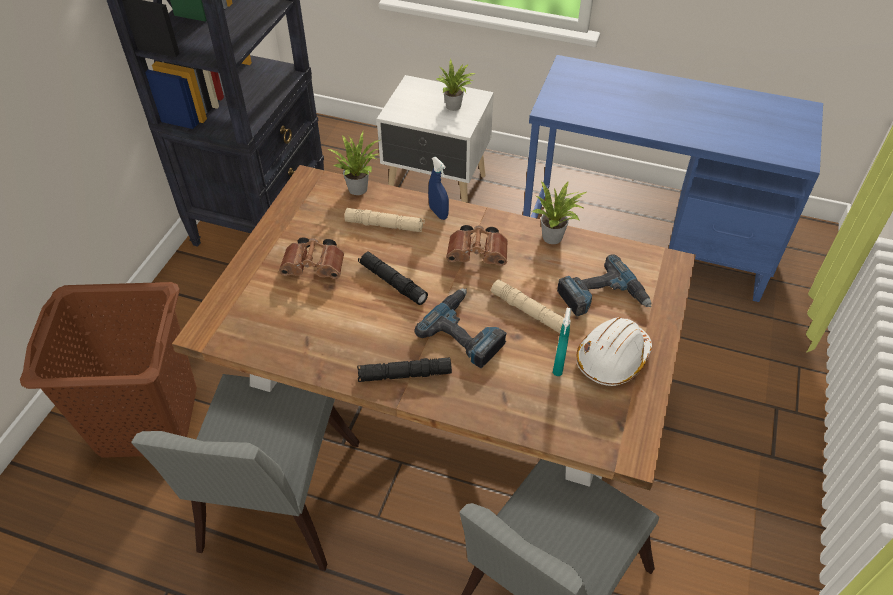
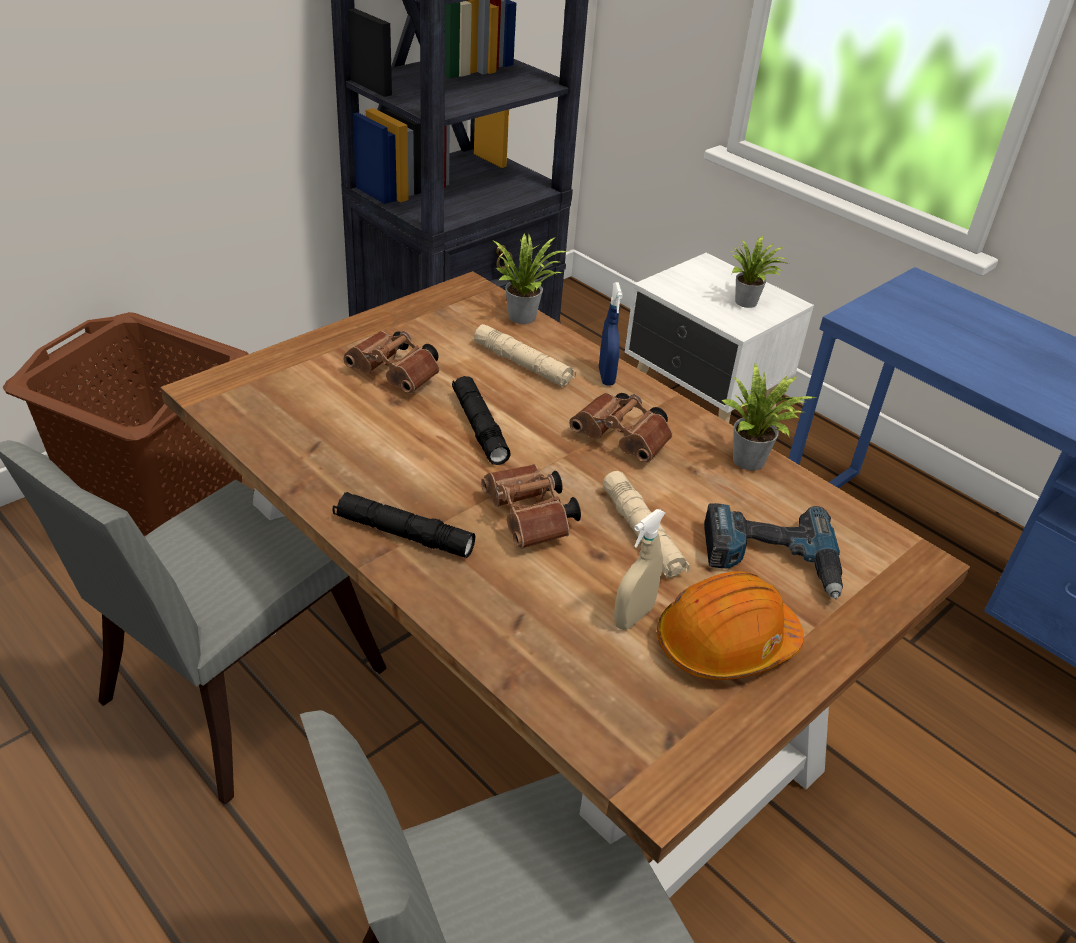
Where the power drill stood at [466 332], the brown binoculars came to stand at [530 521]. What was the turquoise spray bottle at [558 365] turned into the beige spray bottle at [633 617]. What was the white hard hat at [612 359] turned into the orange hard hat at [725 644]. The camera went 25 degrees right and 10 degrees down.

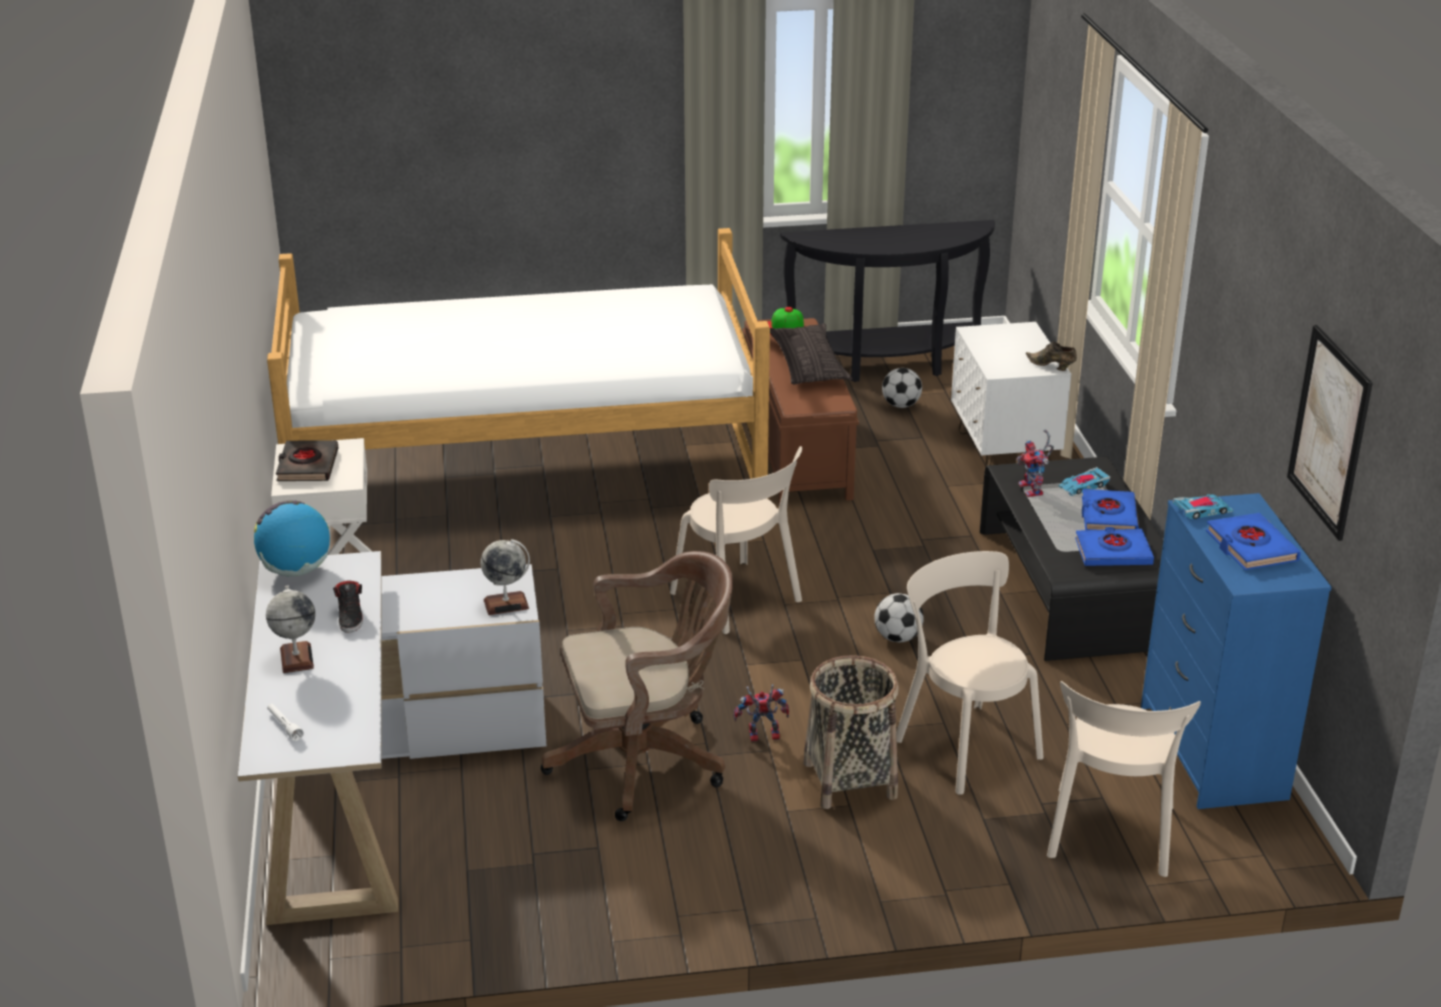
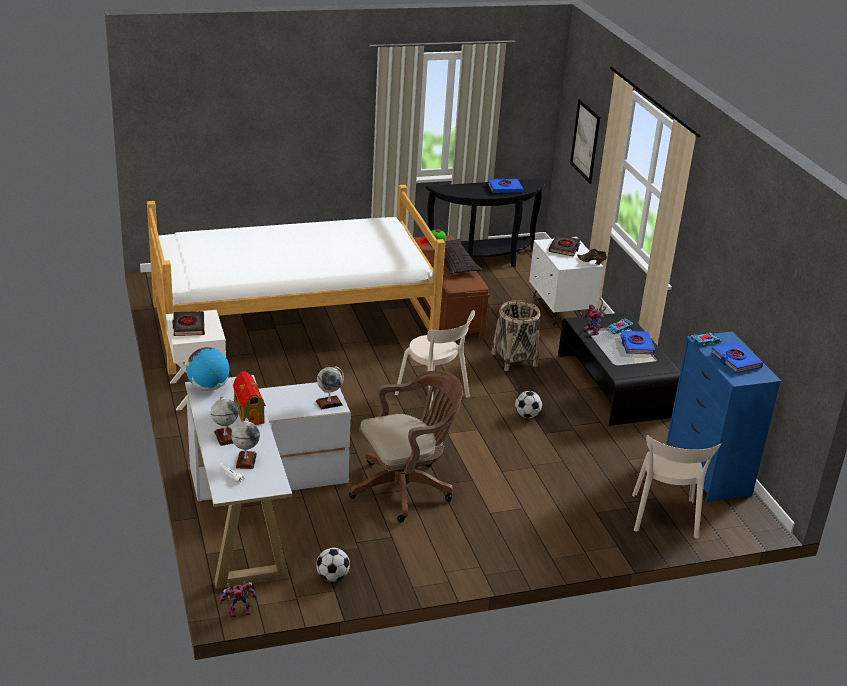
The second view lost the beige chair at [964 745]. The second view gained the globe at [246 460]. The second view gained the black book at [564 248]. The toy robot ended up elsewhere, having gone from [761 737] to [238 613]. The basket ended up elsewhere, having gone from [849 780] to [514 359]. The football ended up elsewhere, having gone from [901 405] to [332 577]. The blue book ended up elsewhere, having gone from [1113 553] to [505 188]. The picture ended up elsewhere, having gone from [1329 432] to [585 141]. Where the black shoe stood at [351 617], the toy house came to stand at [249 413]. The camera went 10 degrees left and 0 degrees up.

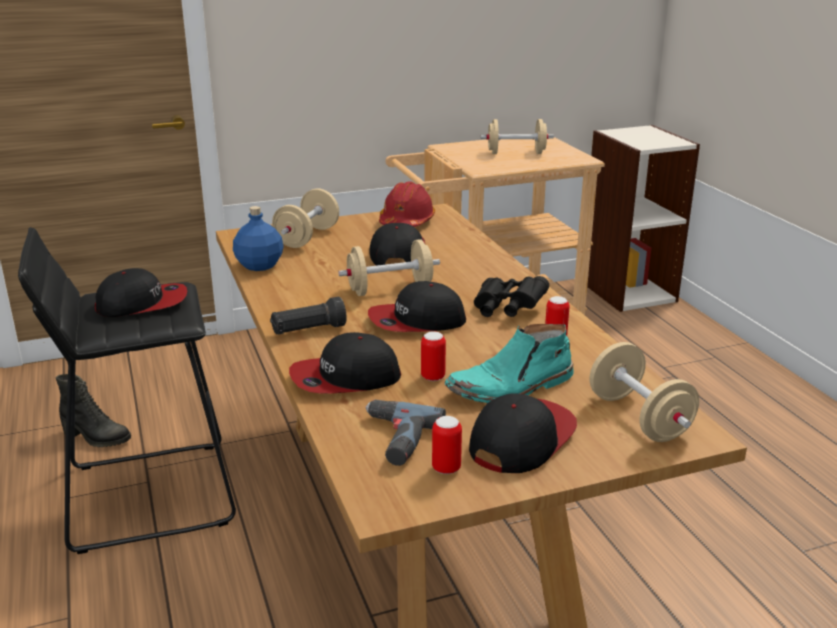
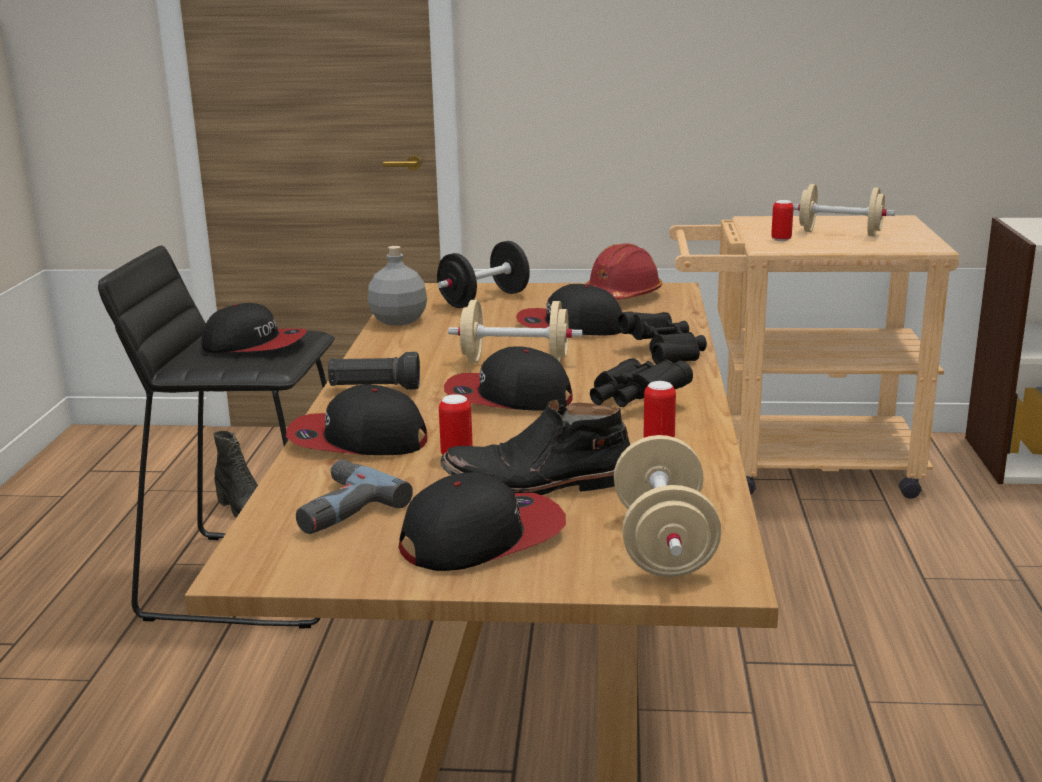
The second view gained the black binoculars at [665 354]. The can ended up elsewhere, having gone from [446 468] to [781 239]. What was the blue bottle at [258 265] turned into the grey bottle at [398 320]. What was the beige dumbbell at [307 237] turned into the black dumbbell at [484 299]. What was the turquoise boot at [511 387] turned into the black boot at [538 482]. The cap at [397 253] ended up facing another way, 105 degrees counterclockwise from before. The camera went 25 degrees right and 5 degrees down.

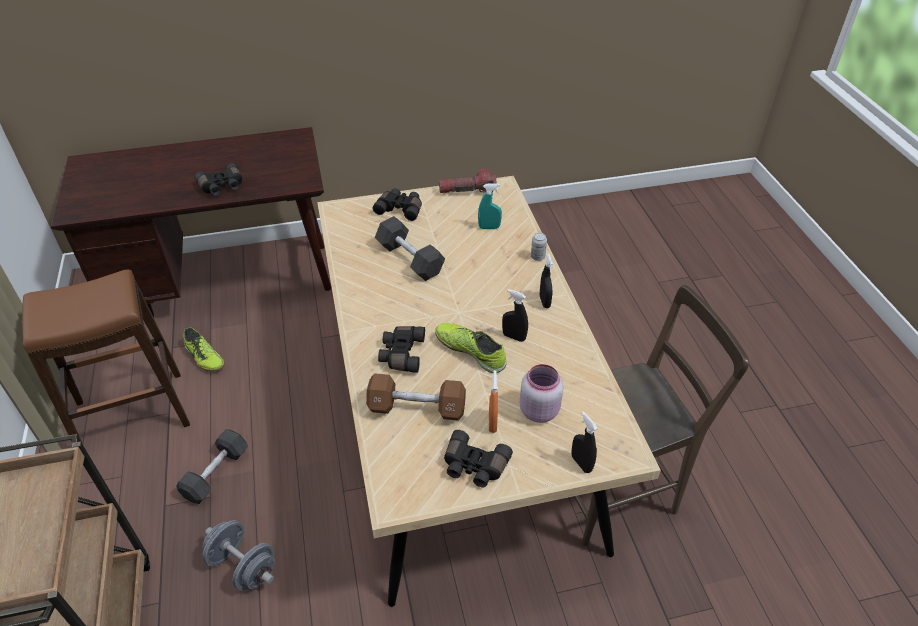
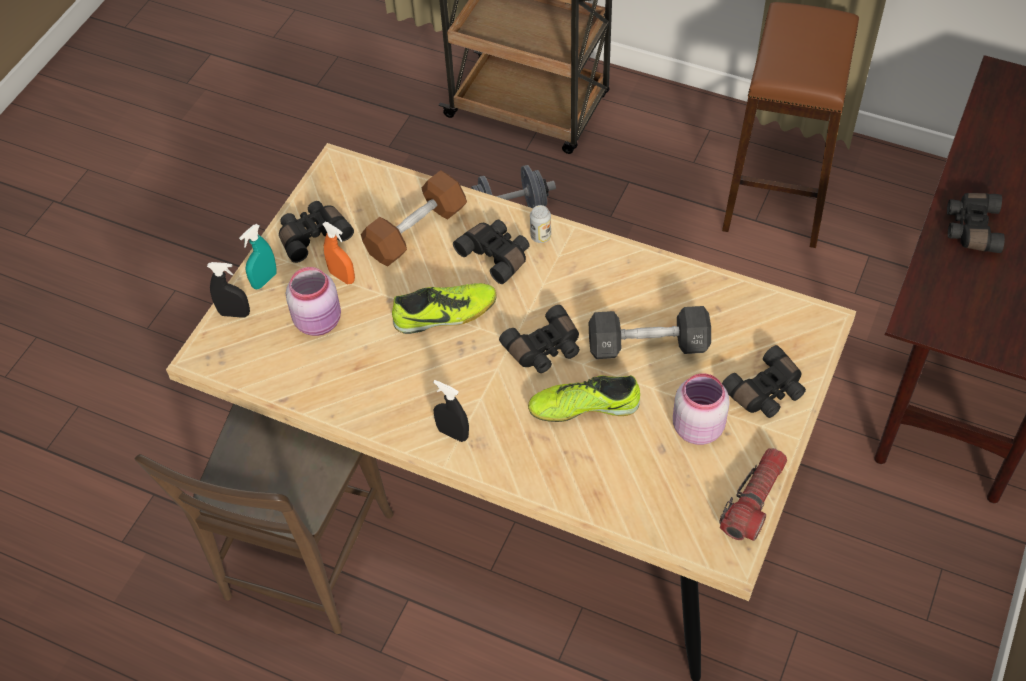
The second view lost the black dumbbell at [216 473]. The second view lost the black spray bottle at [514 337]. The second view gained the black binoculars at [545 349]. The second view gained the pink jar at [697 426]. The shoe ended up elsewhere, having gone from [204 357] to [584 407]. The turquoise spray bottle ended up elsewhere, having gone from [489 227] to [264 280]. The can ended up elsewhere, having gone from [537 257] to [540 236]. The camera went 130 degrees right and 10 degrees up.

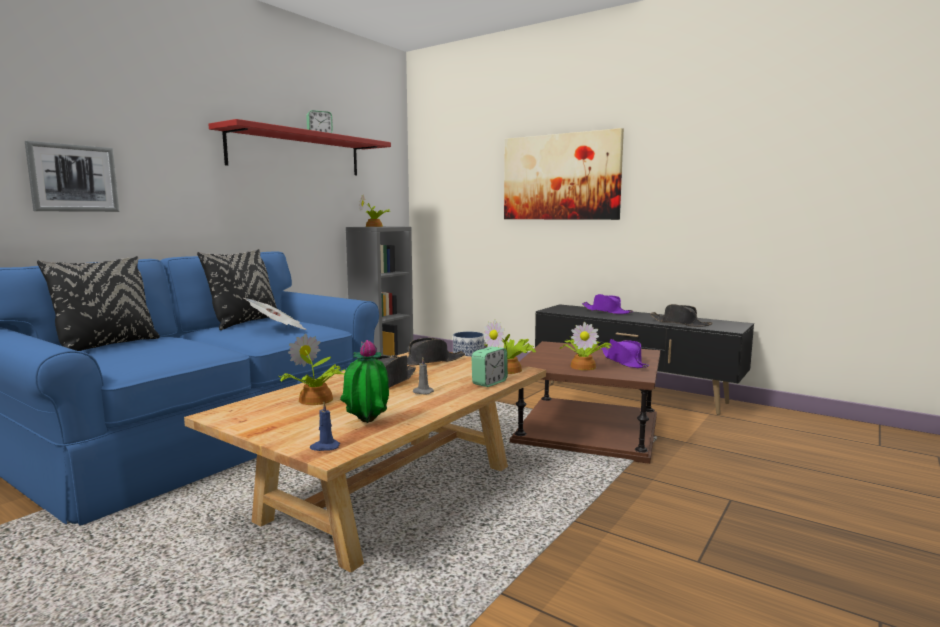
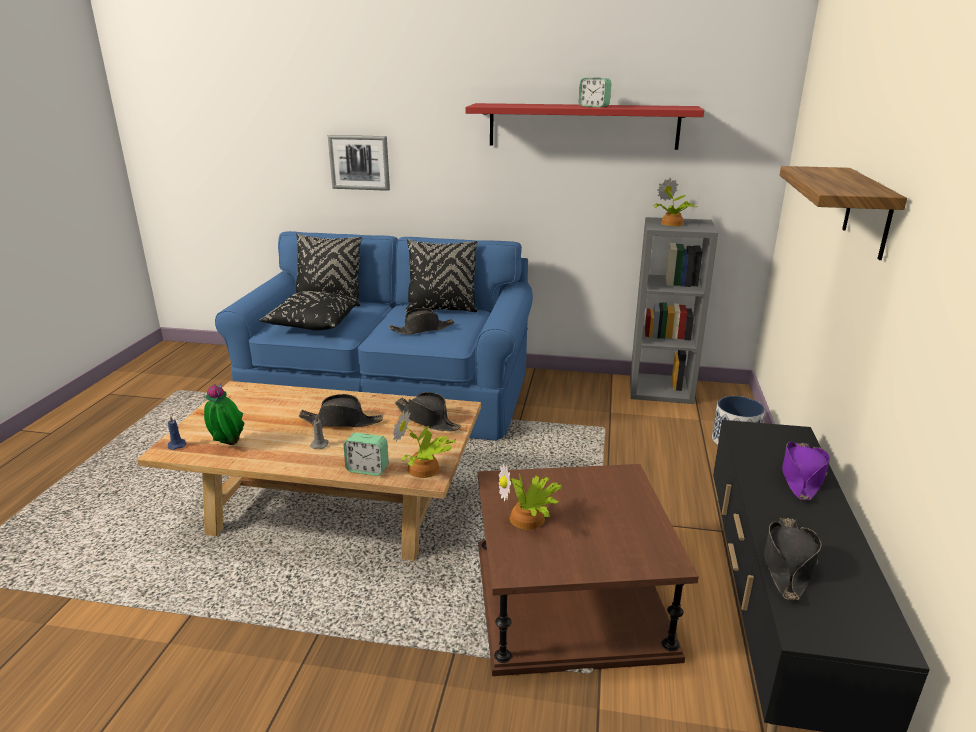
The second view lost the potted plant at [315 400]. The second view lost the purple hat at [624 361]. The second view gained the black pillow at [313 324]. Where the newspaper stood at [278 330], the black hat came to stand at [422 329]. Where the picture hung at [560 177], the shelf came to hang at [868 212]. The camera went 65 degrees right and 15 degrees up.

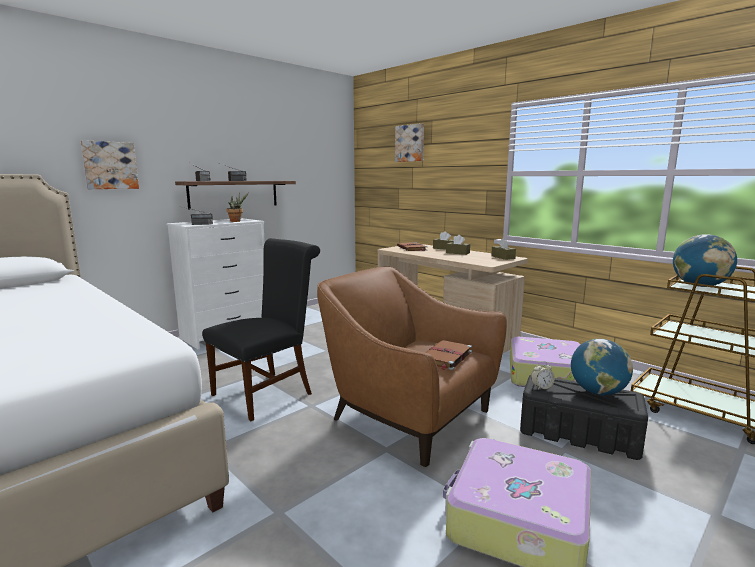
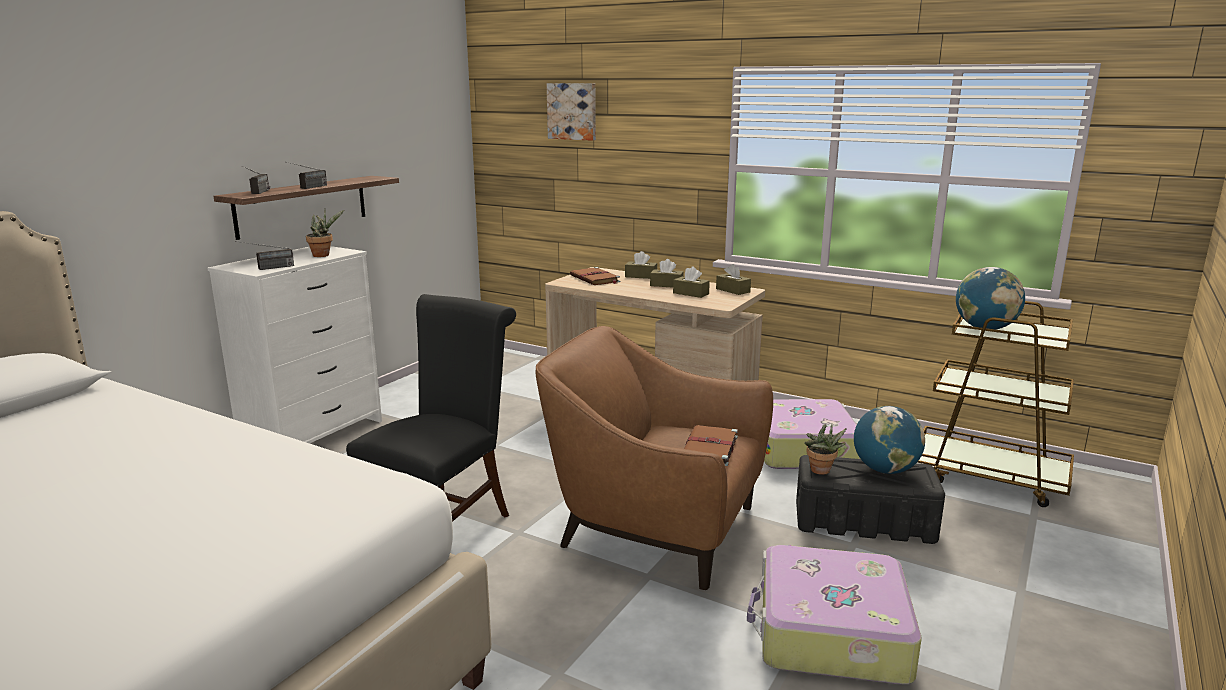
The second view lost the picture at [110 165]. The second view gained the brown tissue box at [691 293]. Where the alarm clock stood at [541 387], the potted plant came to stand at [821 472]. The camera went 15 degrees left and 5 degrees up.

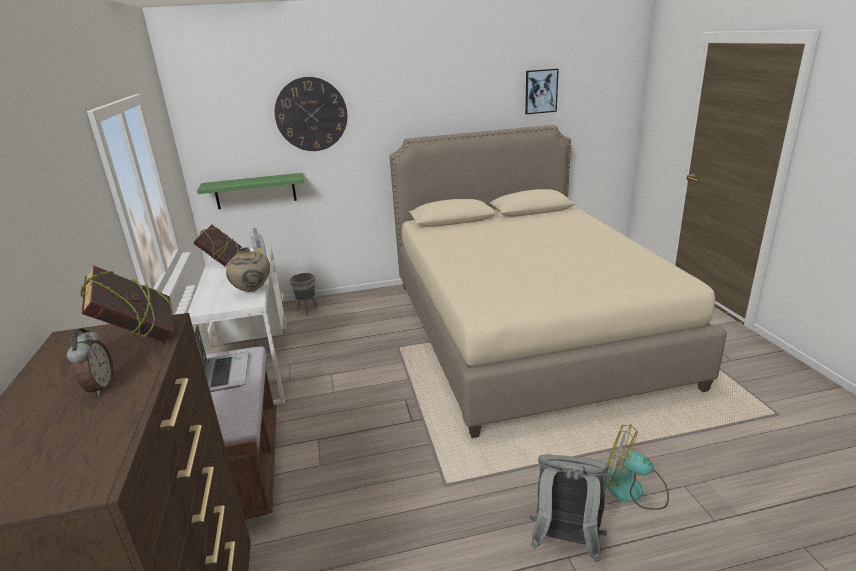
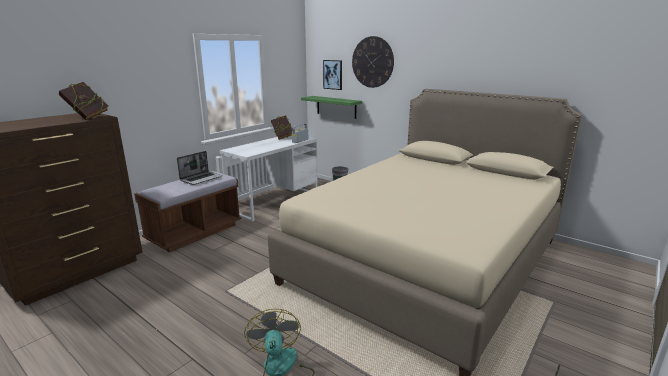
The second view lost the alarm clock at [100 387]. The second view lost the beige vase at [252 291]. The second view lost the grey backpack at [565 542]. The picture ended up elsewhere, having gone from [541 91] to [333 74]. The camera went 50 degrees right and 5 degrees down.

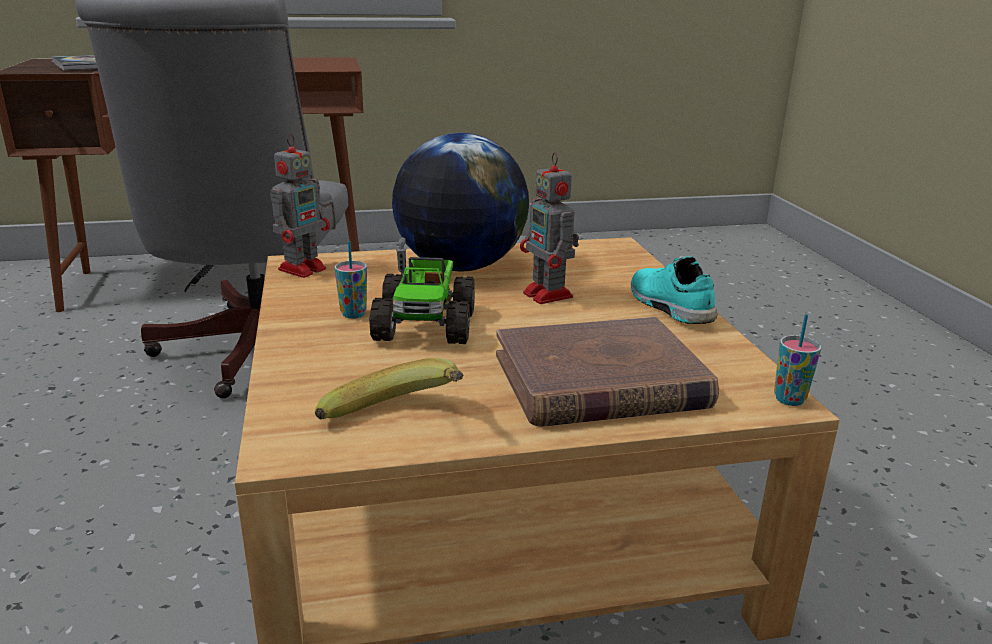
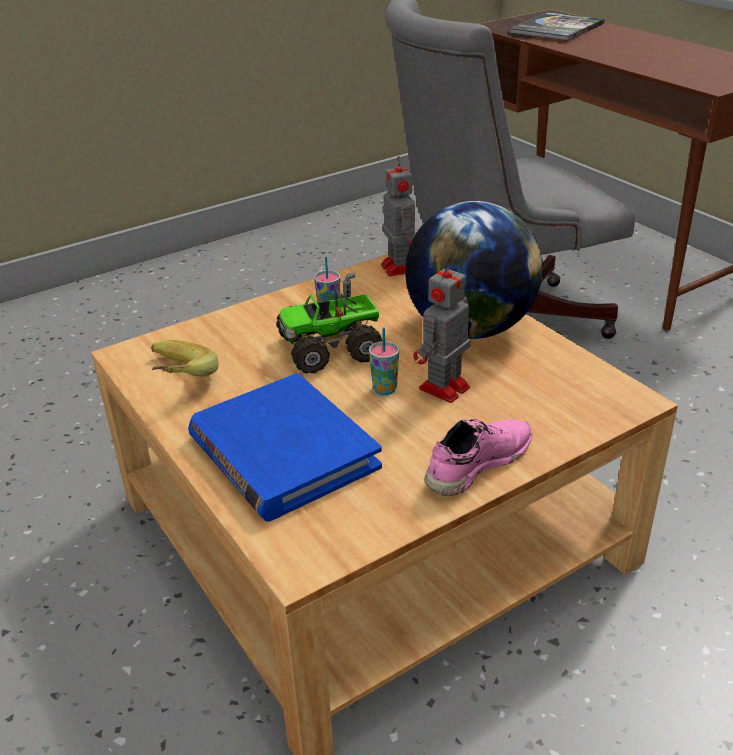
The cup ended up elsewhere, having gone from [789 399] to [384 389]. What was the brown book at [600 381] turned into the blue book at [282 452]. What was the turquoise shoe at [668 306] turned into the pink shoe at [477 463]. The toy robot at [304 268] ended up facing another way, 120 degrees counterclockwise from before. The camera went 70 degrees right and 10 degrees up.

